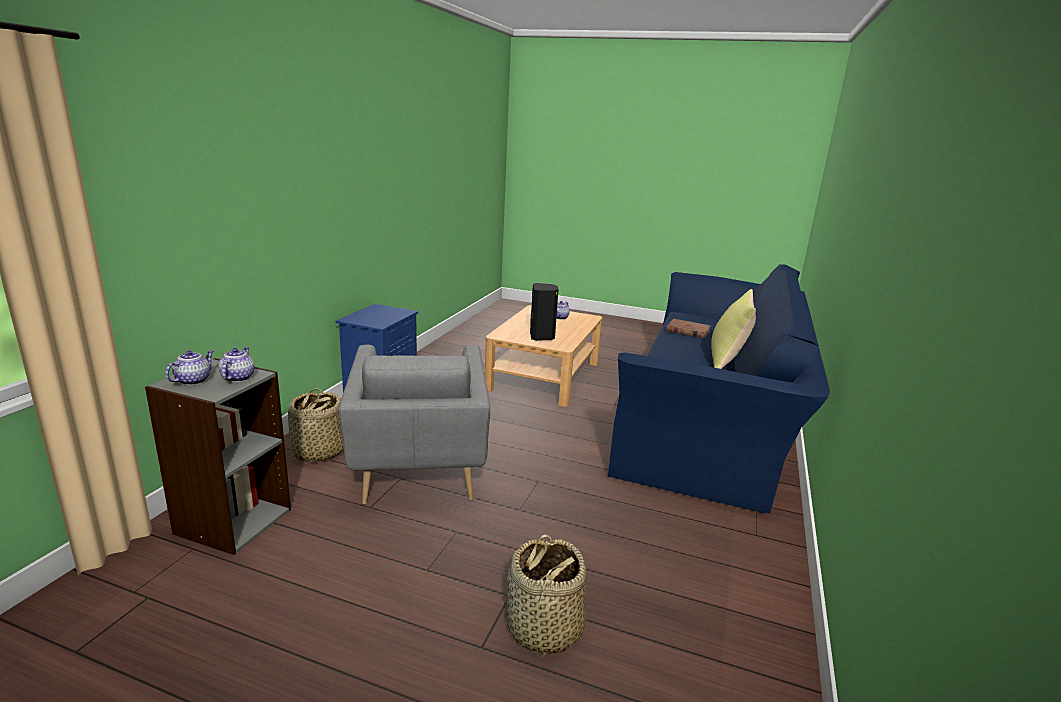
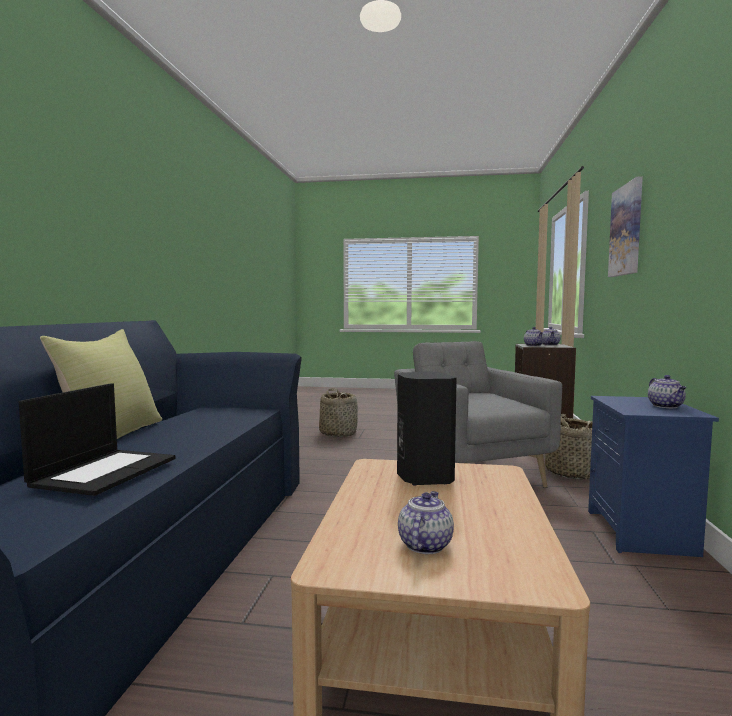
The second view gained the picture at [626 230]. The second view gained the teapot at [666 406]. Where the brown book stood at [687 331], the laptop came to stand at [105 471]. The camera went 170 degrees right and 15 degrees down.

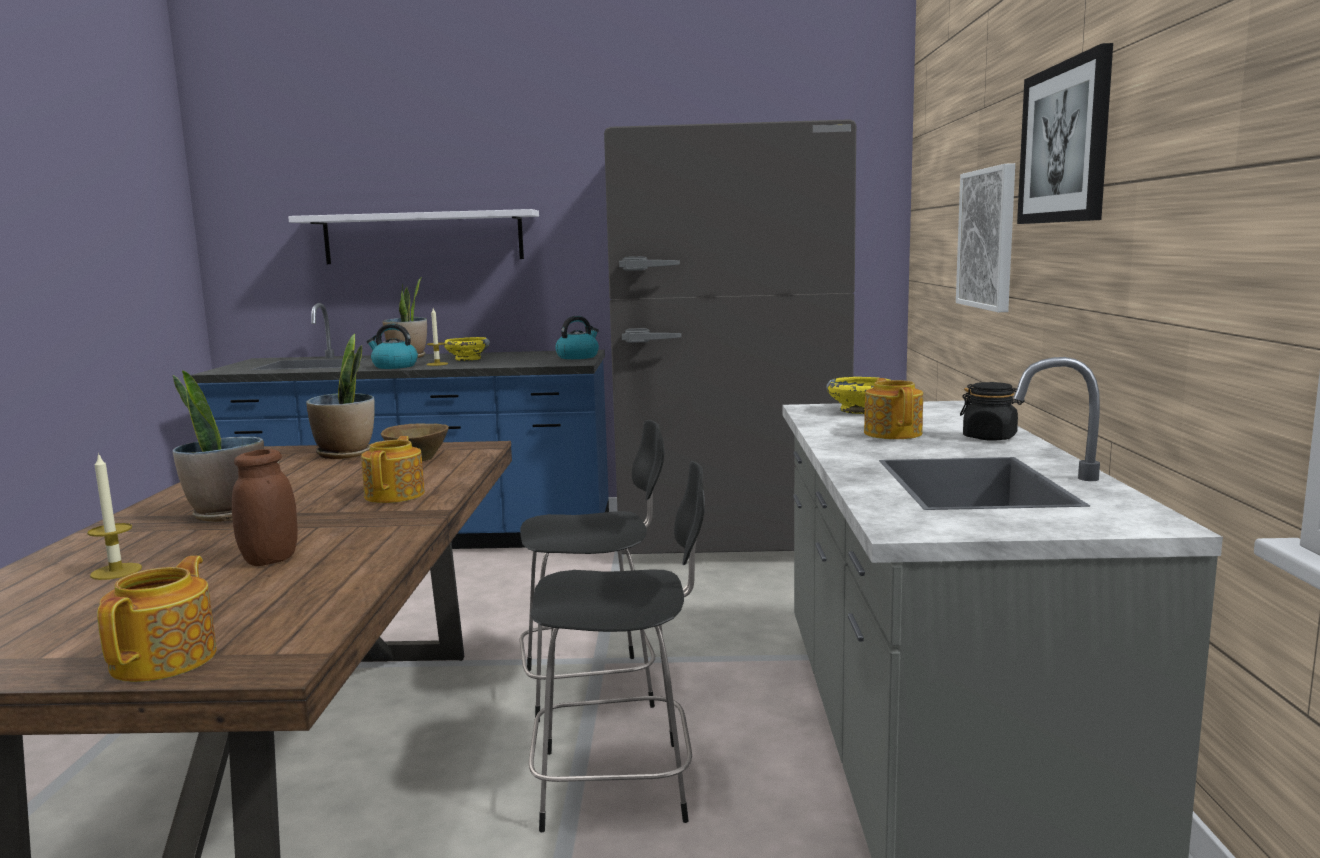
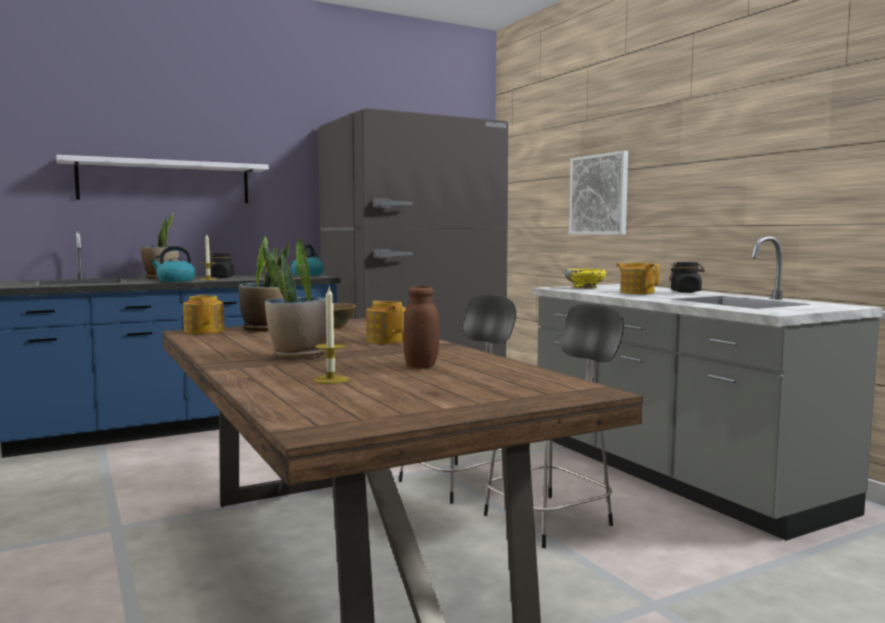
The second view lost the picture at [1064 143]. The teapot ended up elsewhere, having gone from [167 659] to [204 331]. Where the yellow bowl stood at [467 359], the black jar came to stand at [222 277]. The camera went 30 degrees left and 5 degrees down.

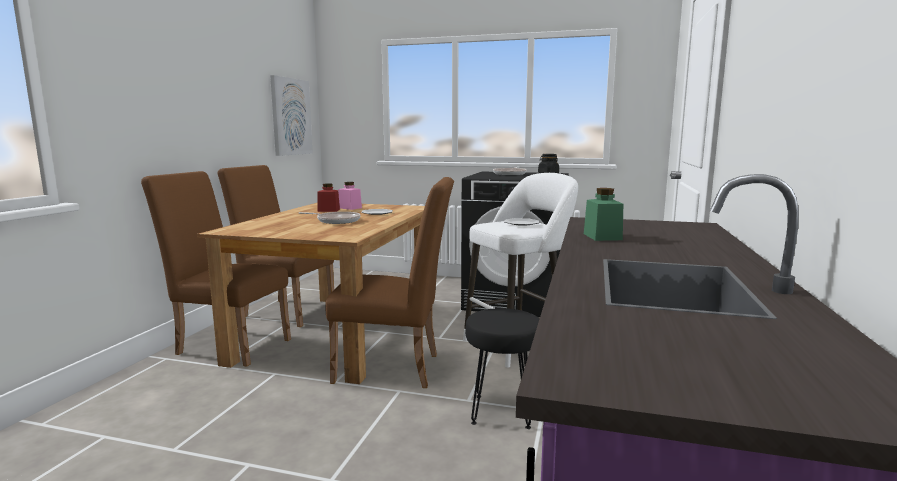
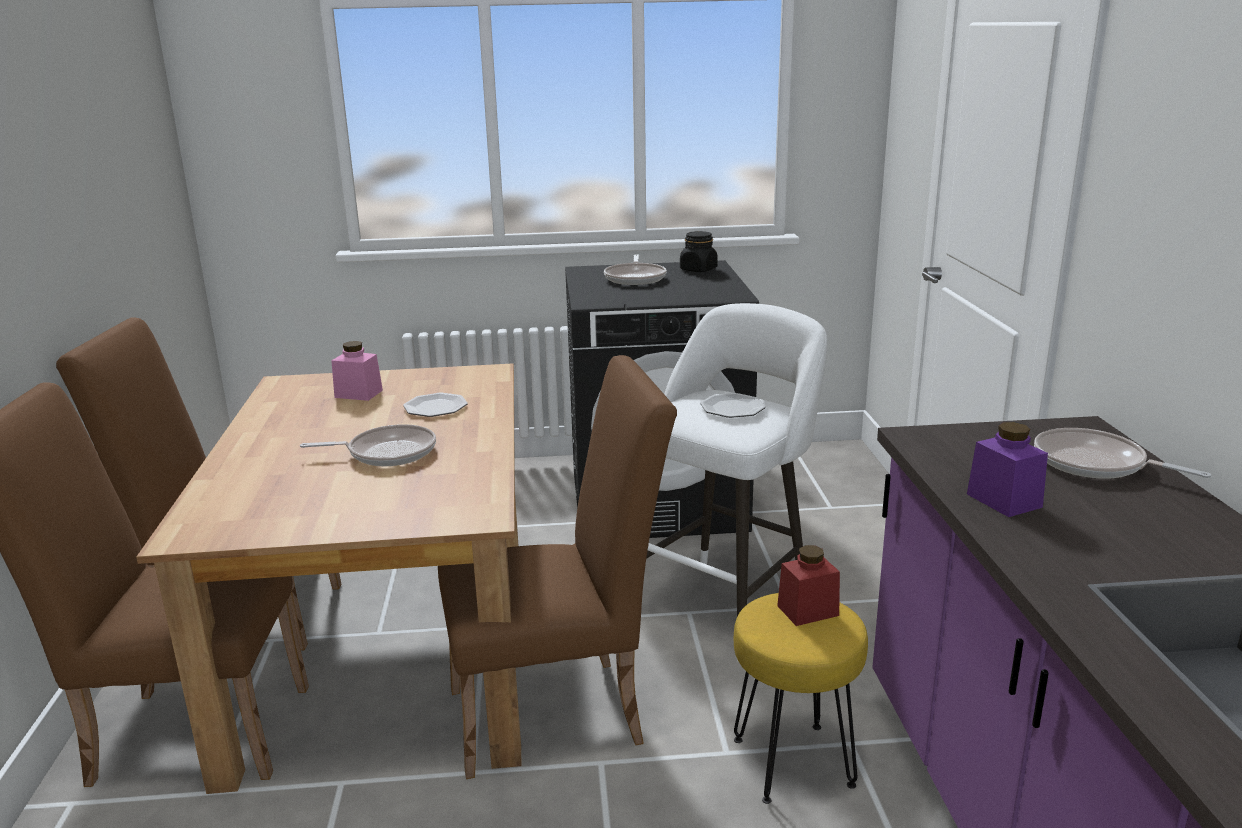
The second view lost the picture at [291 117]. The second view gained the frying pan at [1095 464]. The red jar ended up elsewhere, having gone from [328 210] to [807 610]. What was the black stool at [501 411] turned into the yellow stool at [791 761]. What was the green jar at [602 237] turned into the purple jar at [1004 500]. The camera went 20 degrees left and 10 degrees up.

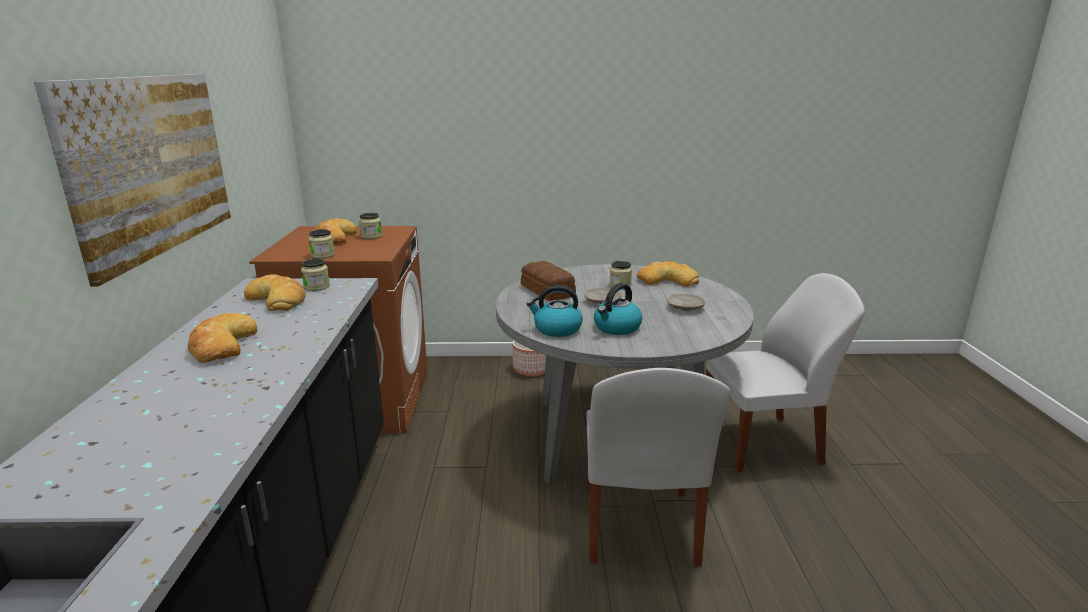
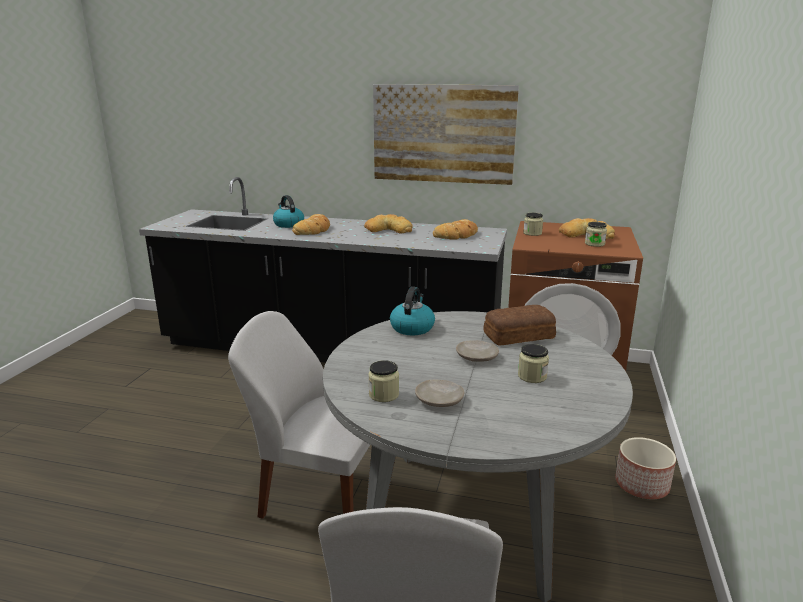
The jar ended up elsewhere, having gone from [316 287] to [384 395]. The kettle ended up elsewhere, having gone from [616 328] to [288 224]. The bread ended up elsewhere, having gone from [667 280] to [314 230]. The camera went 105 degrees right and 0 degrees up.

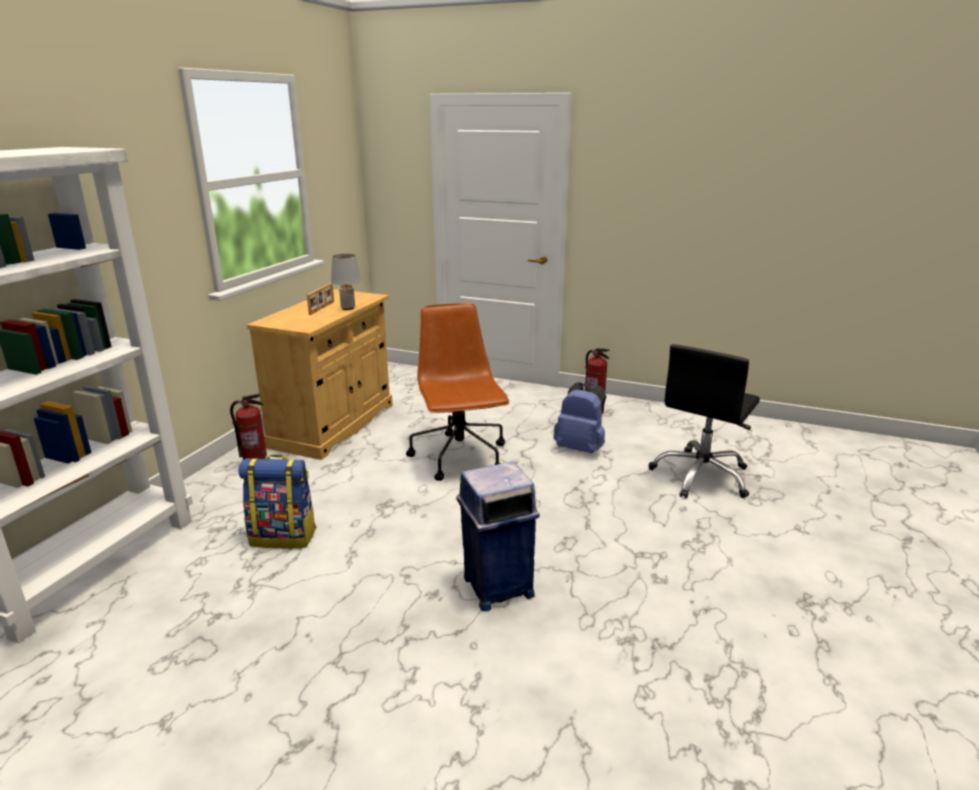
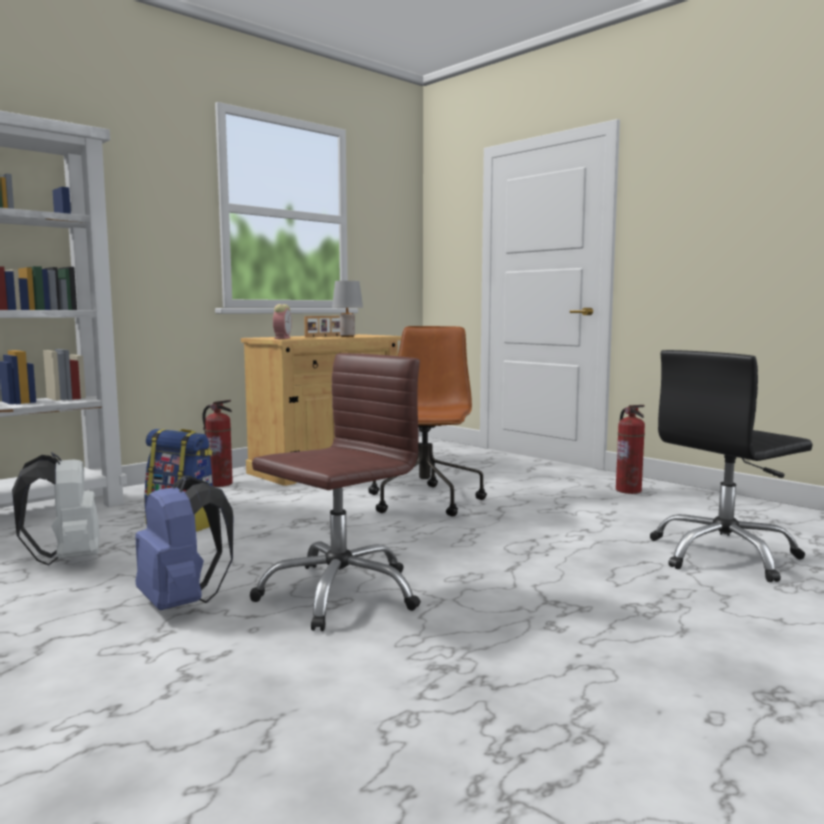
The second view gained the white backpack at [67 559]. The second view gained the alarm clock at [282 338]. The blue backpack ended up elsewhere, having gone from [580 448] to [182 603]. Where the blue trash can stood at [496 587], the brown office chair came to stand at [339 593]. The camera went 25 degrees right and 15 degrees down.

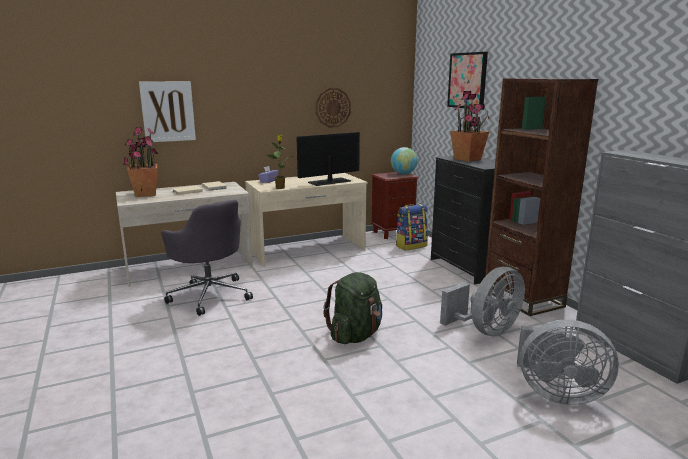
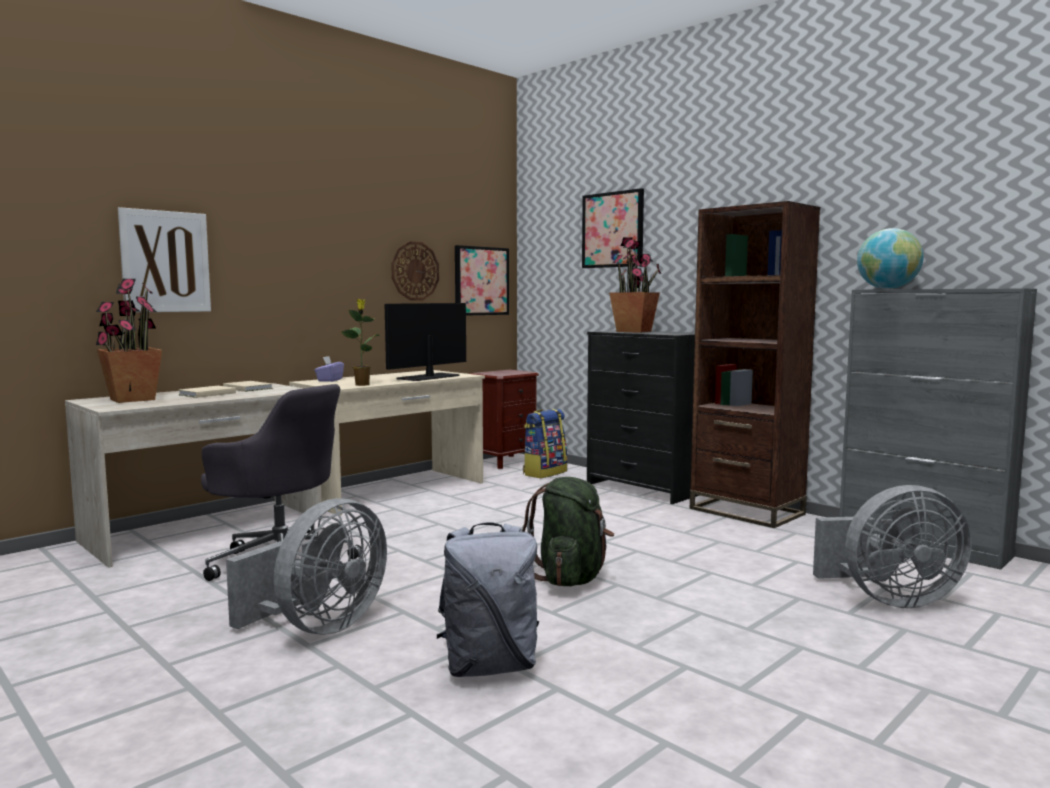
The second view gained the grey backpack at [489 666]. The second view gained the picture at [481 281]. The globe ended up elsewhere, having gone from [403 174] to [887 289]. The grey fan ended up elsewhere, having gone from [486 330] to [319 627]. The camera went 20 degrees left and 10 degrees down.

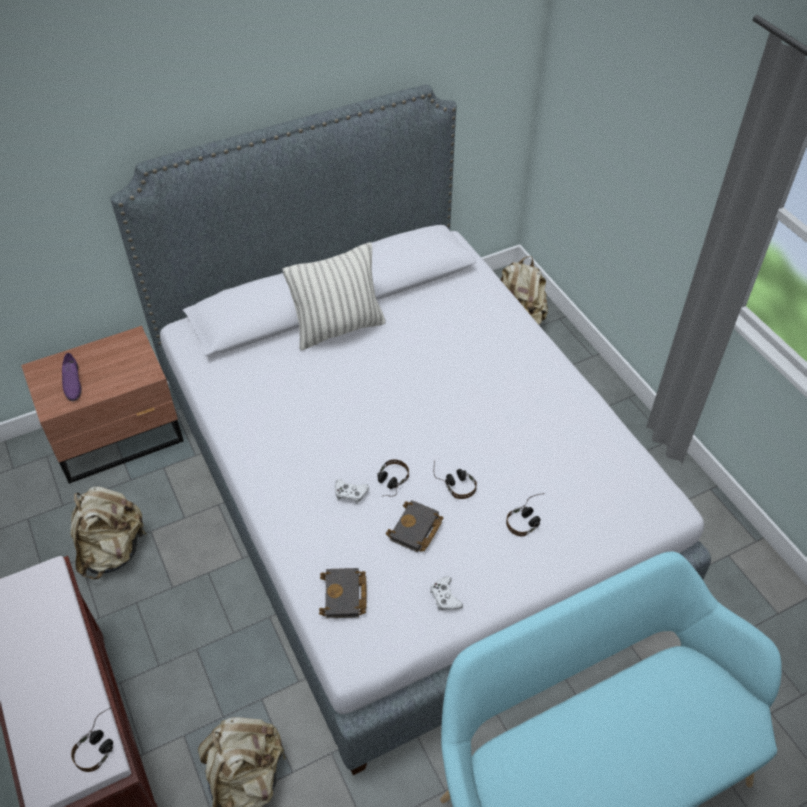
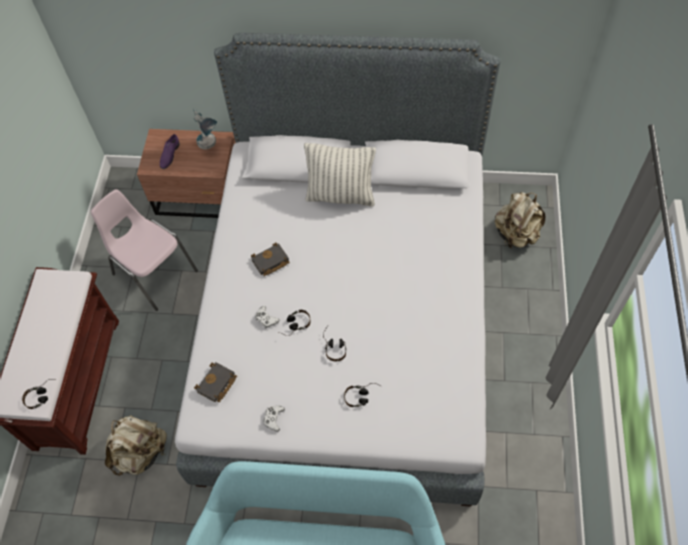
The second view gained the table lamp at [210 147]. The black book ended up elsewhere, having gone from [416 530] to [270 262]. Where the beige backpack stood at [113 551], the pink chair came to stand at [153 272]. The camera went 35 degrees right and 10 degrees up.

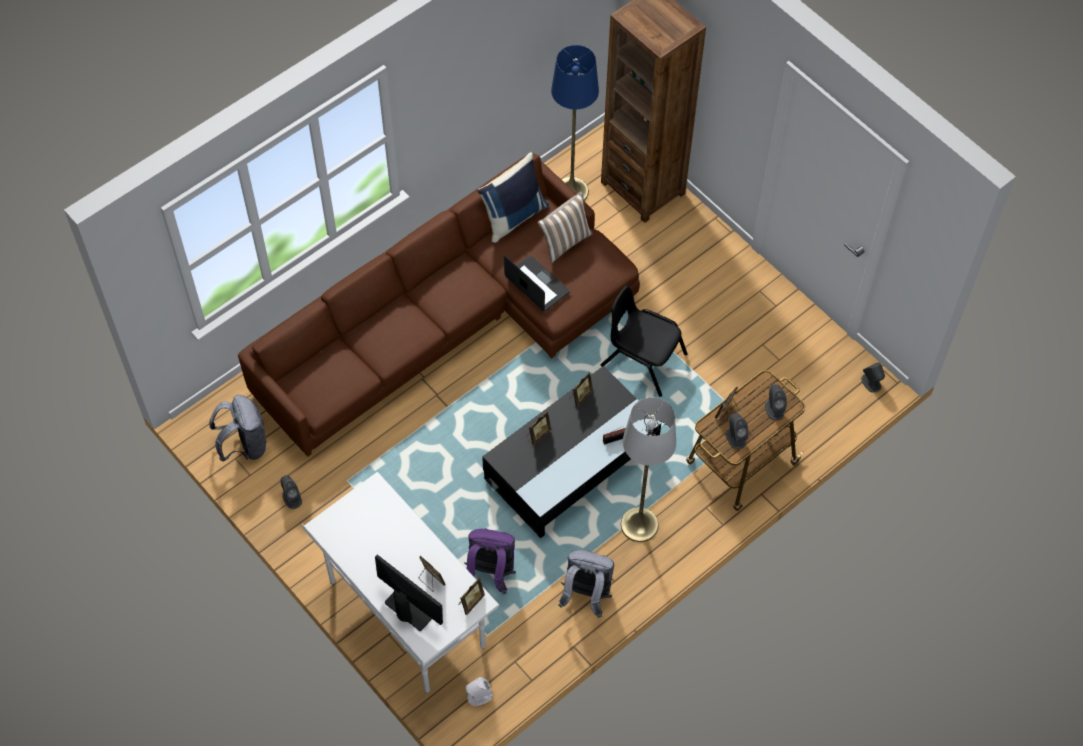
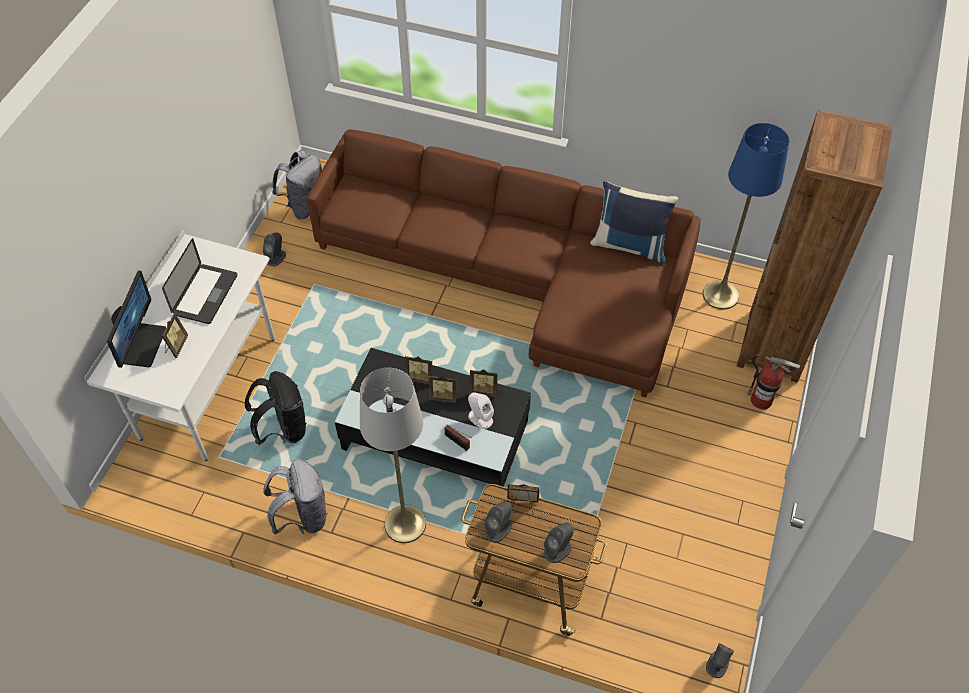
The second view lost the pillow at [565 242]. The second view lost the black chair at [643 360]. The second view gained the fire extinguisher at [761 400]. The picture frame ended up elsewhere, having gone from [470 601] to [443 396]. The white speaker ended up elsewhere, having gone from [479 696] to [480 418]. The laptop ended up elsewhere, having gone from [537 284] to [205 295]. What was the purple backpack at [490 573] turned into the black backpack at [283 429]. The camera went 60 degrees right and 5 degrees down.

